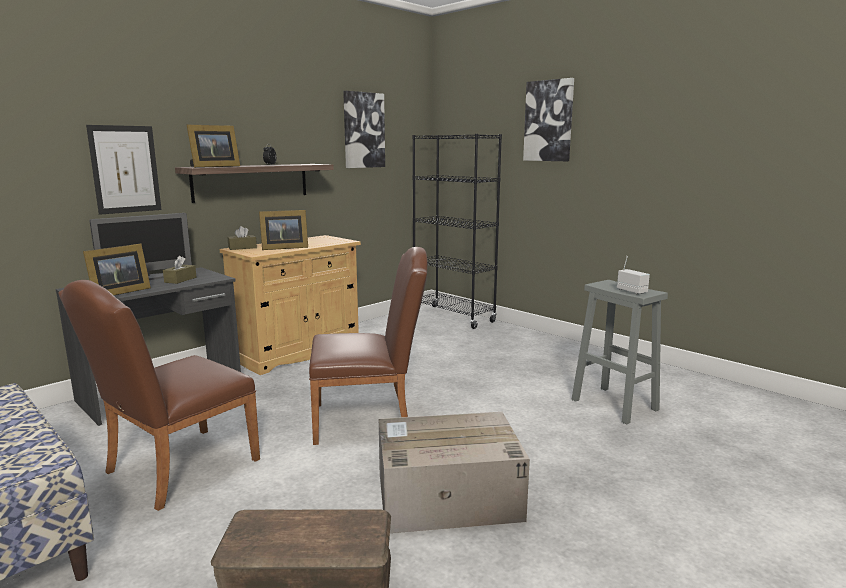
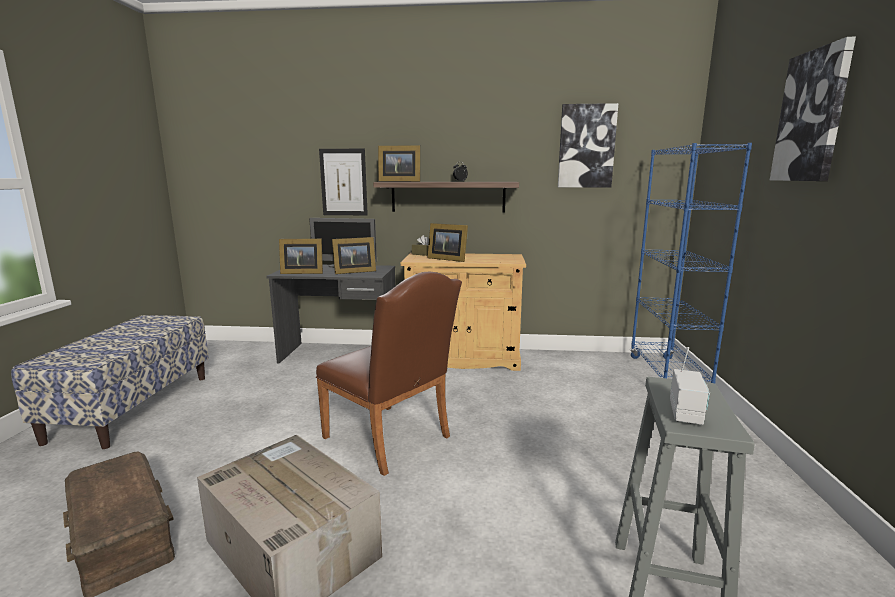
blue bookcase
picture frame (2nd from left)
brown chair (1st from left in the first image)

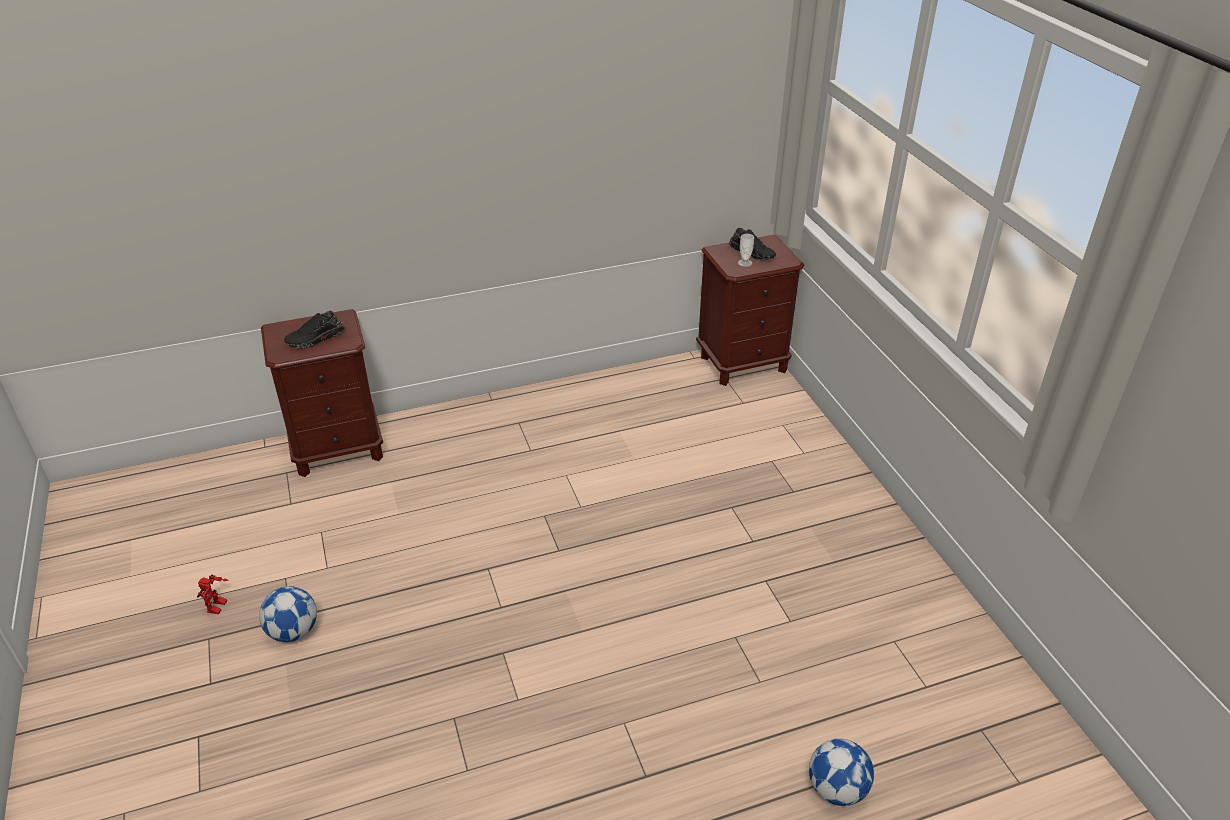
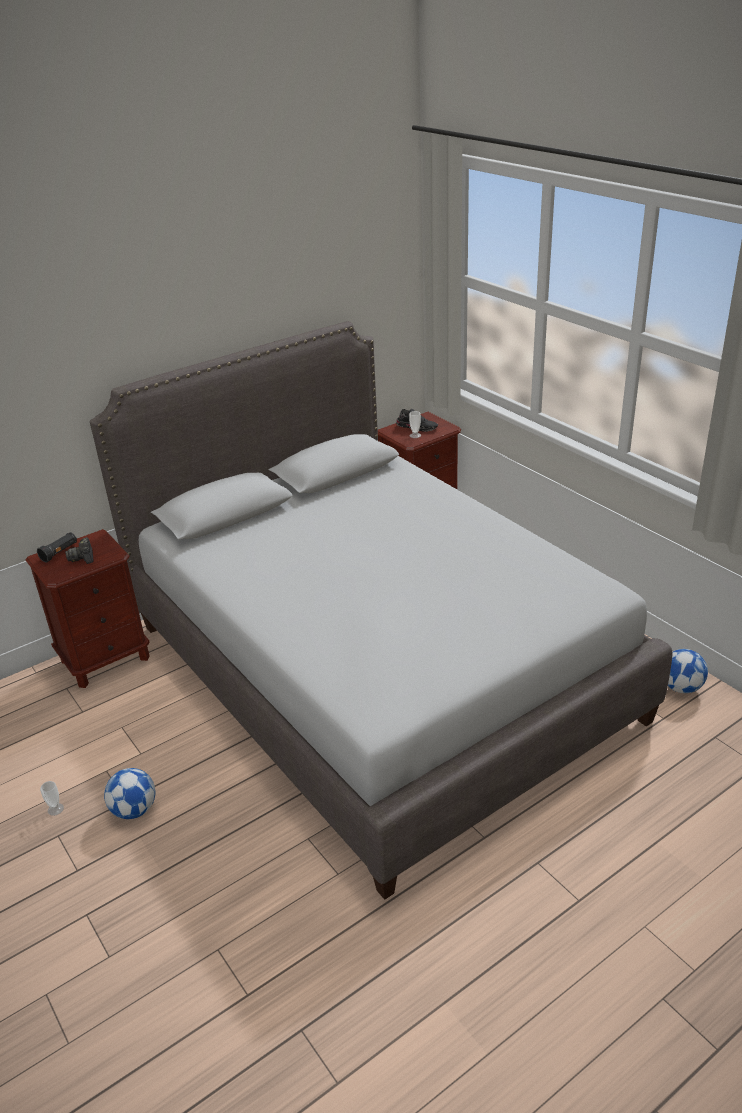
photo camera
cup (1st from left)
football (2nd from left)
grey bed
black flashlight

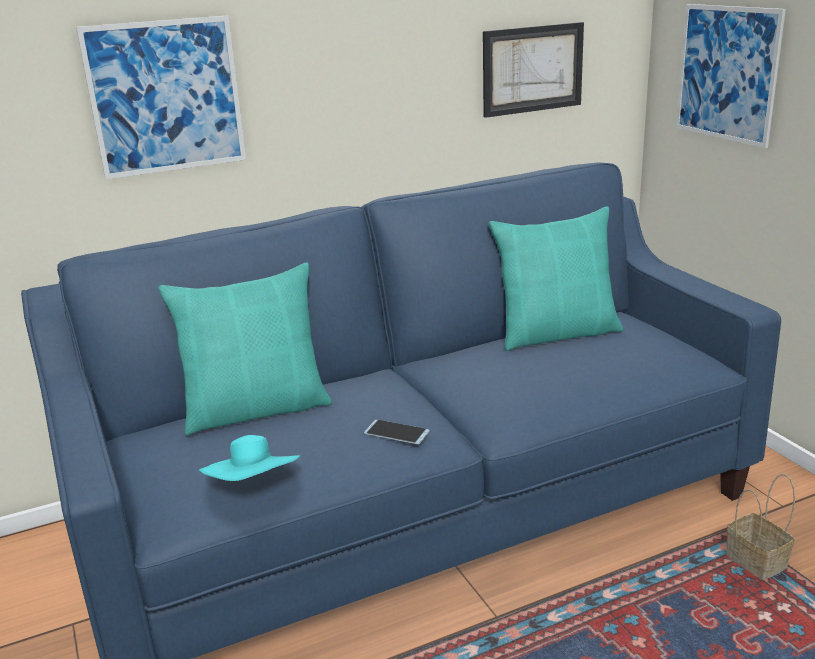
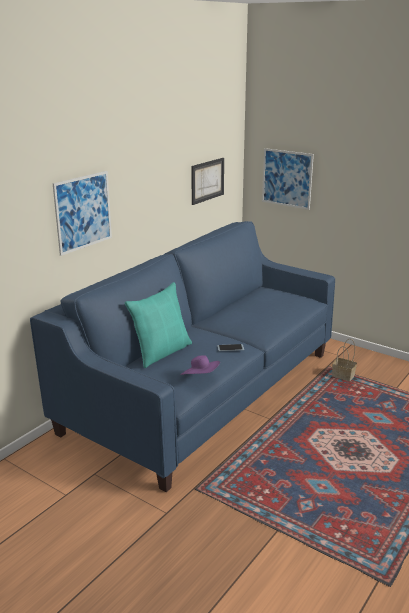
turquoise pillow (2nd from left in the first image)
purple hat

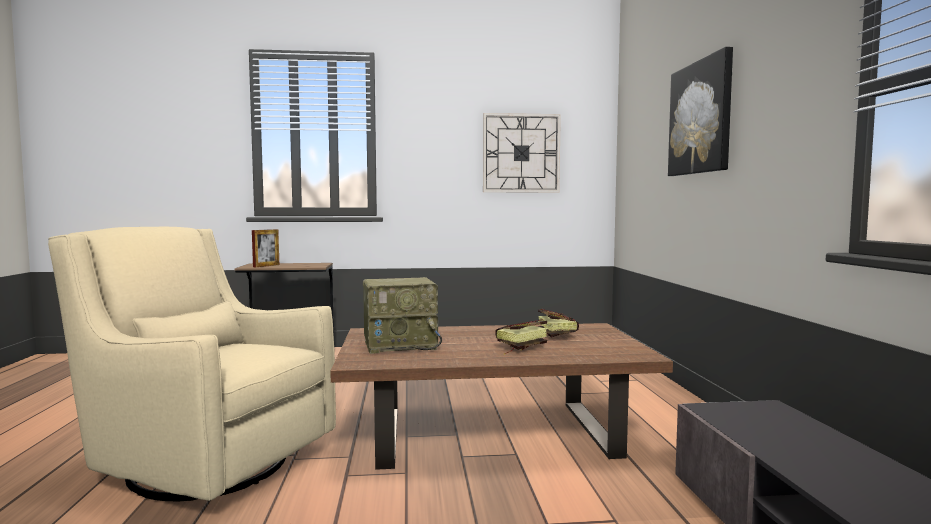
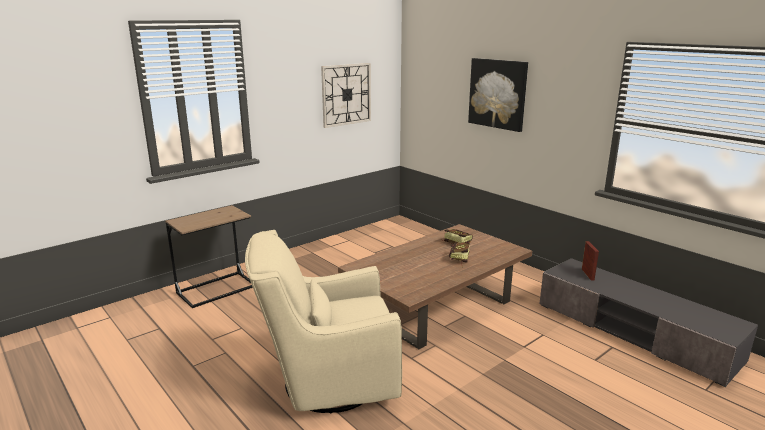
picture frame
radio

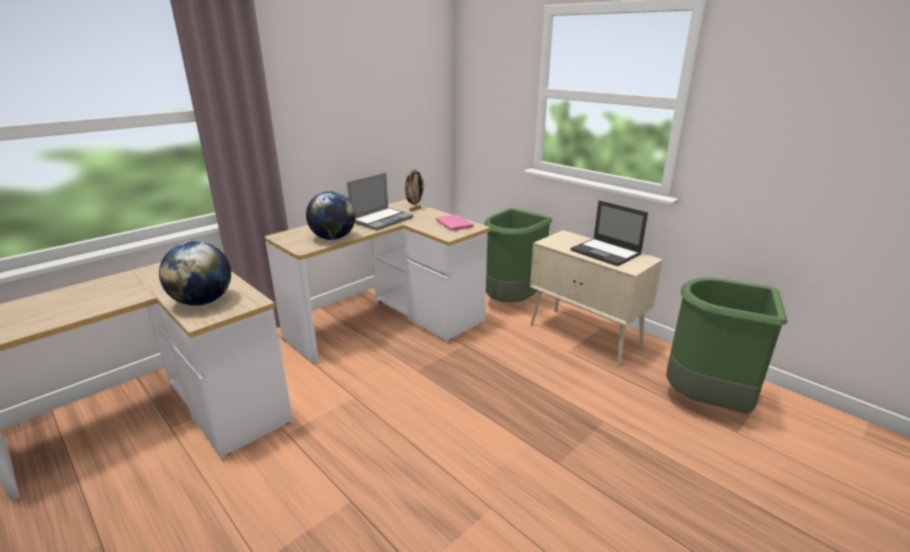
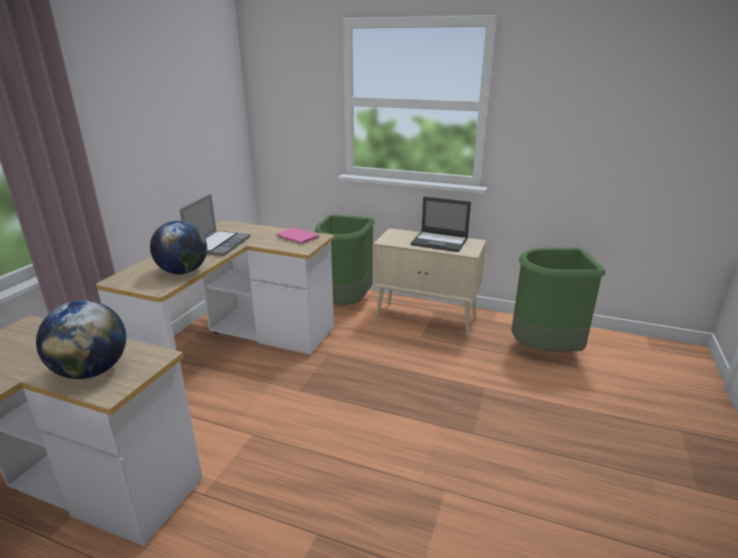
picture frame

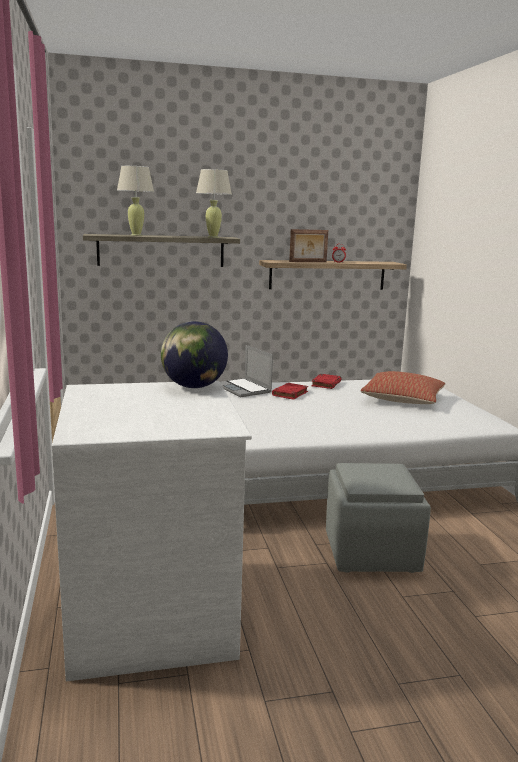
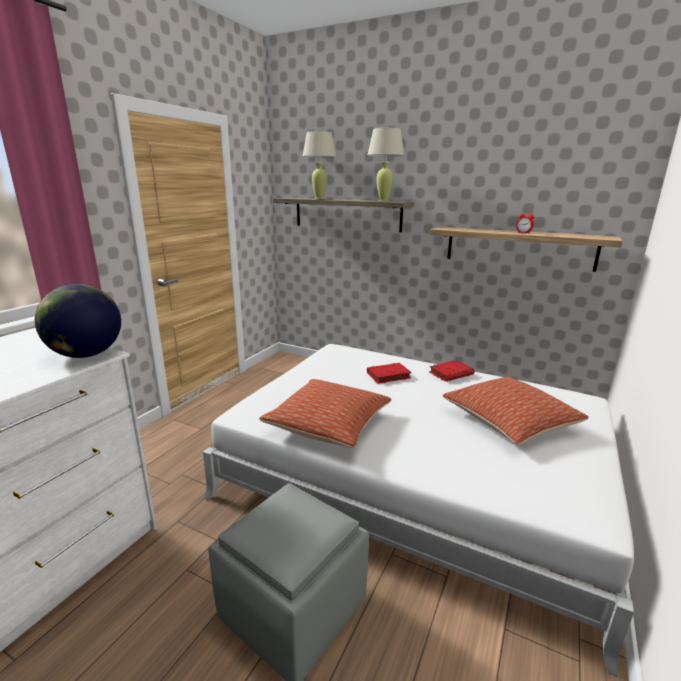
picture frame
laptop
pillow (1st from left)

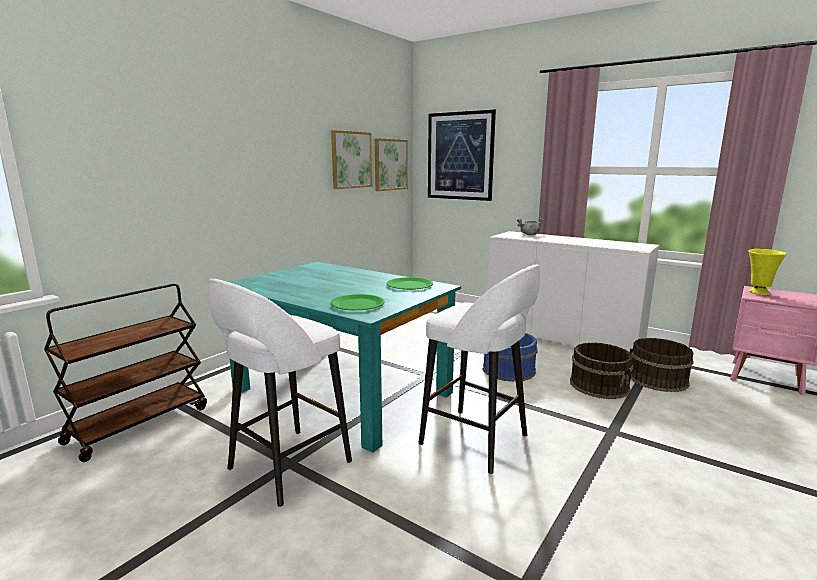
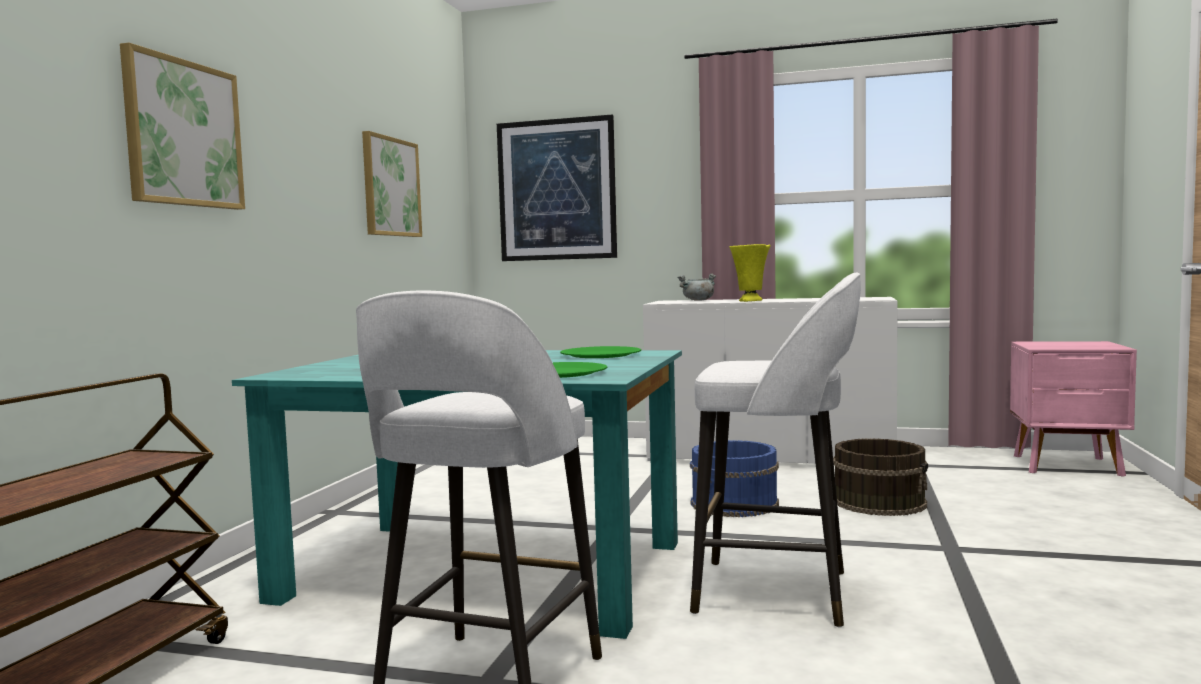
picture (1st from left)
yellow vase
brown bucket (2nd from left in the first image)

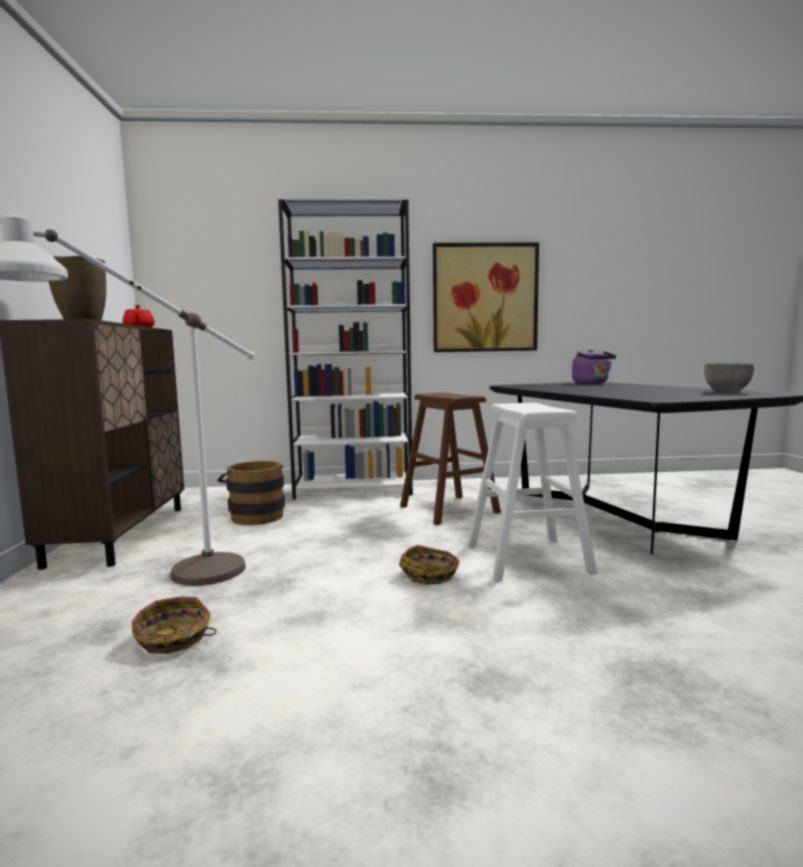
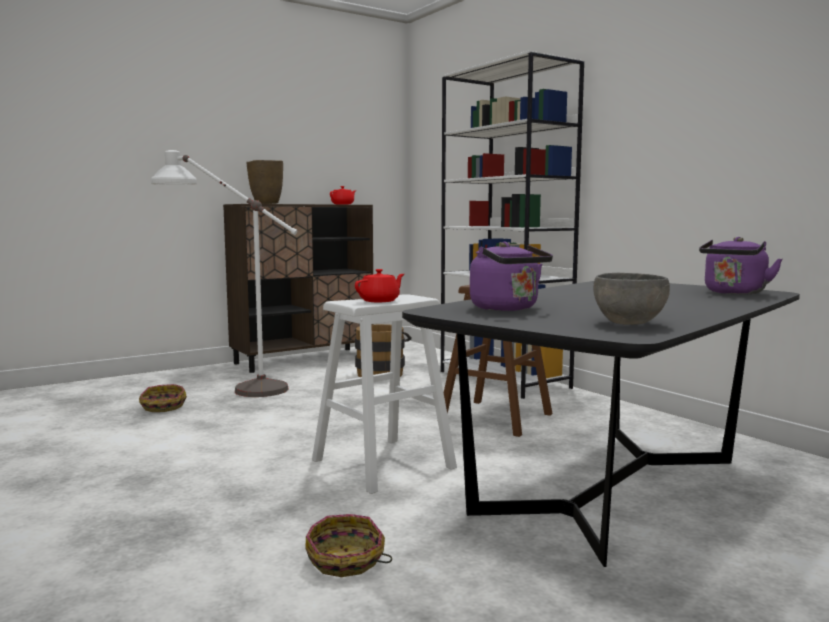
picture
basket (2nd from left)
purple kettle (1st from left)
red teapot (2nd from left)

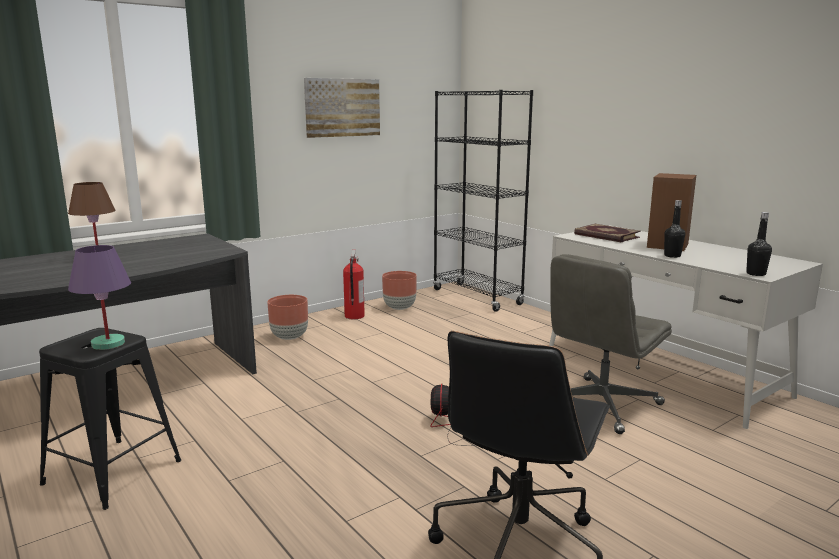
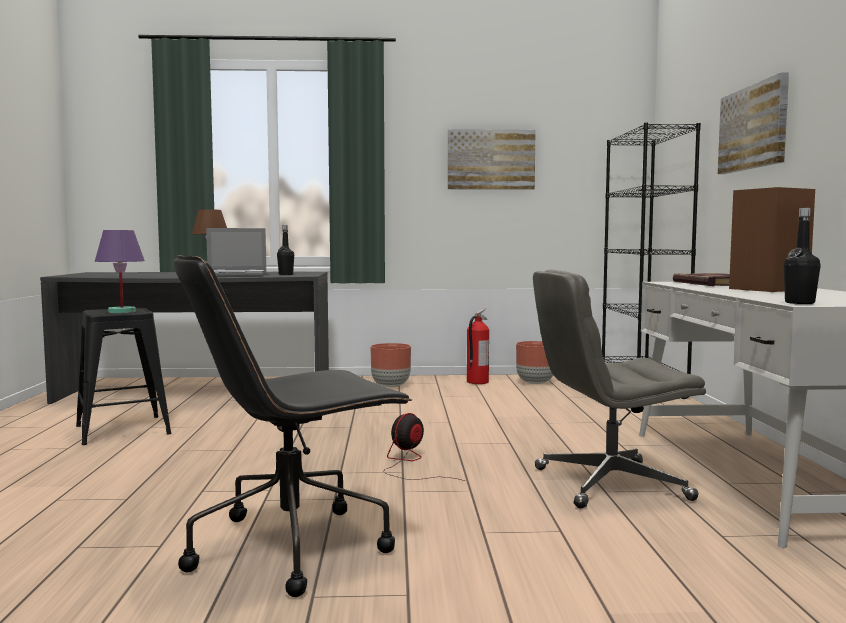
black bottle (1st from left)
picture (2nd from left)
laptop

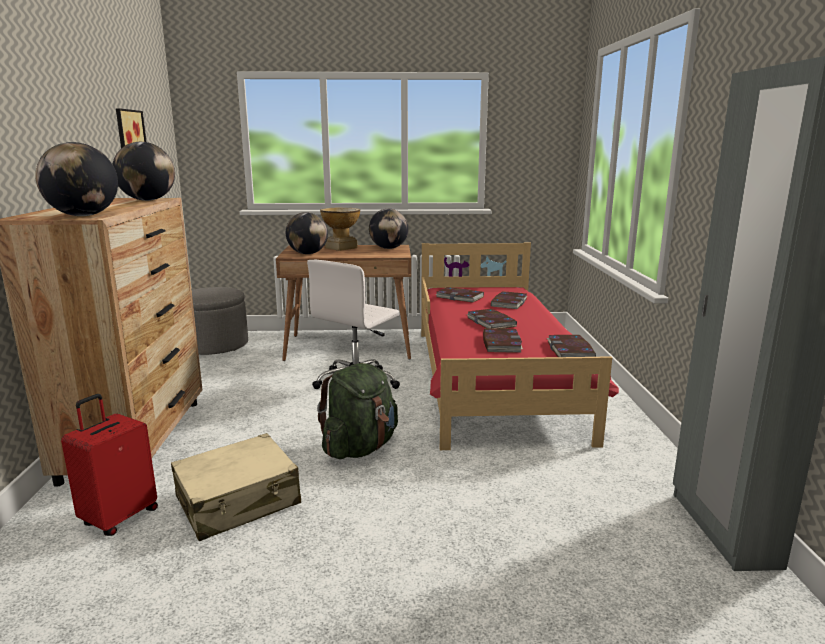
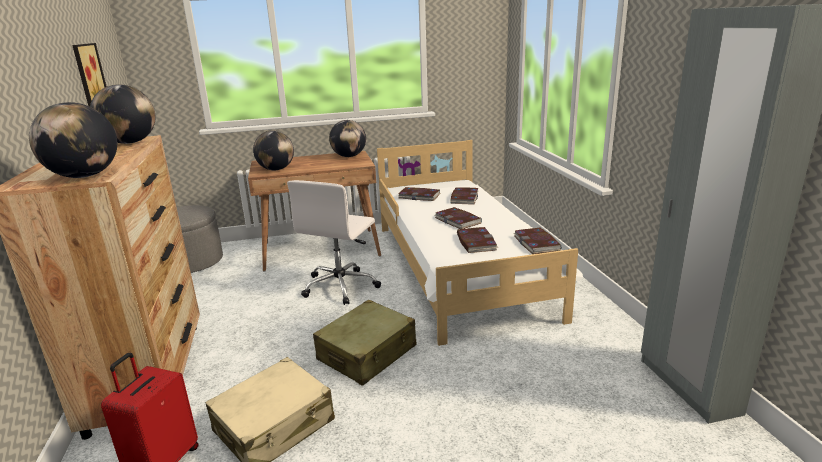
vase
white bed
beige suitcase (2nd from left)

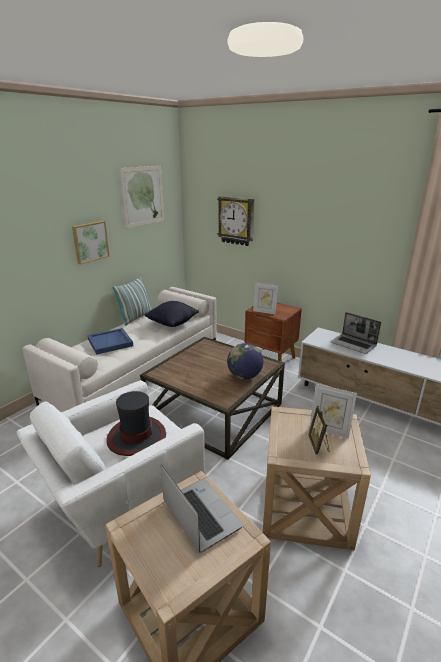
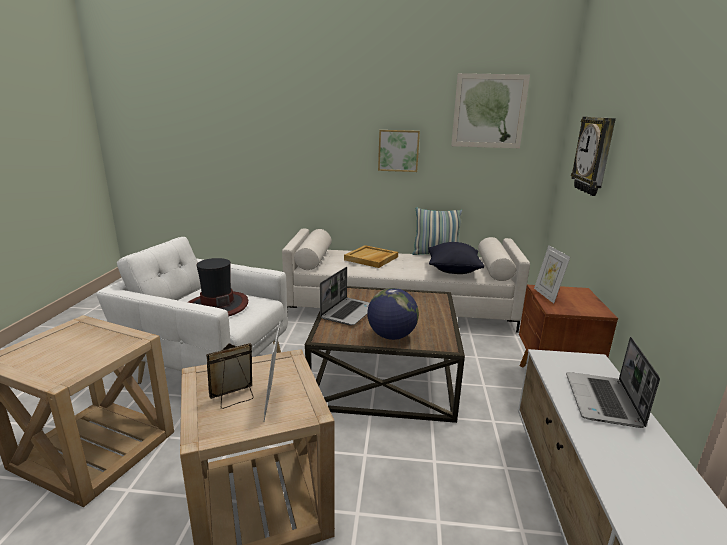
beige tray
laptop (1st from left)

